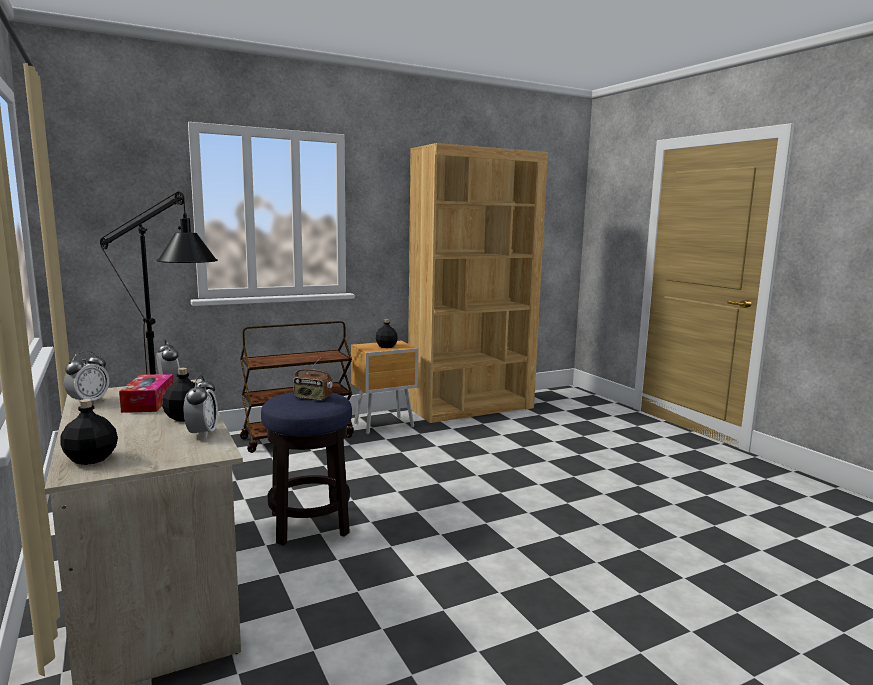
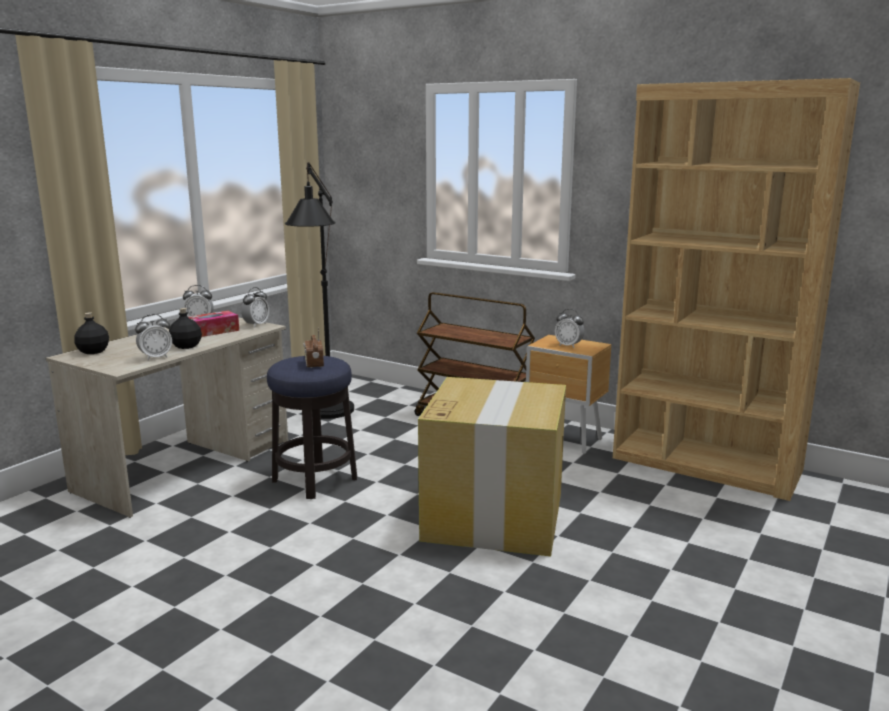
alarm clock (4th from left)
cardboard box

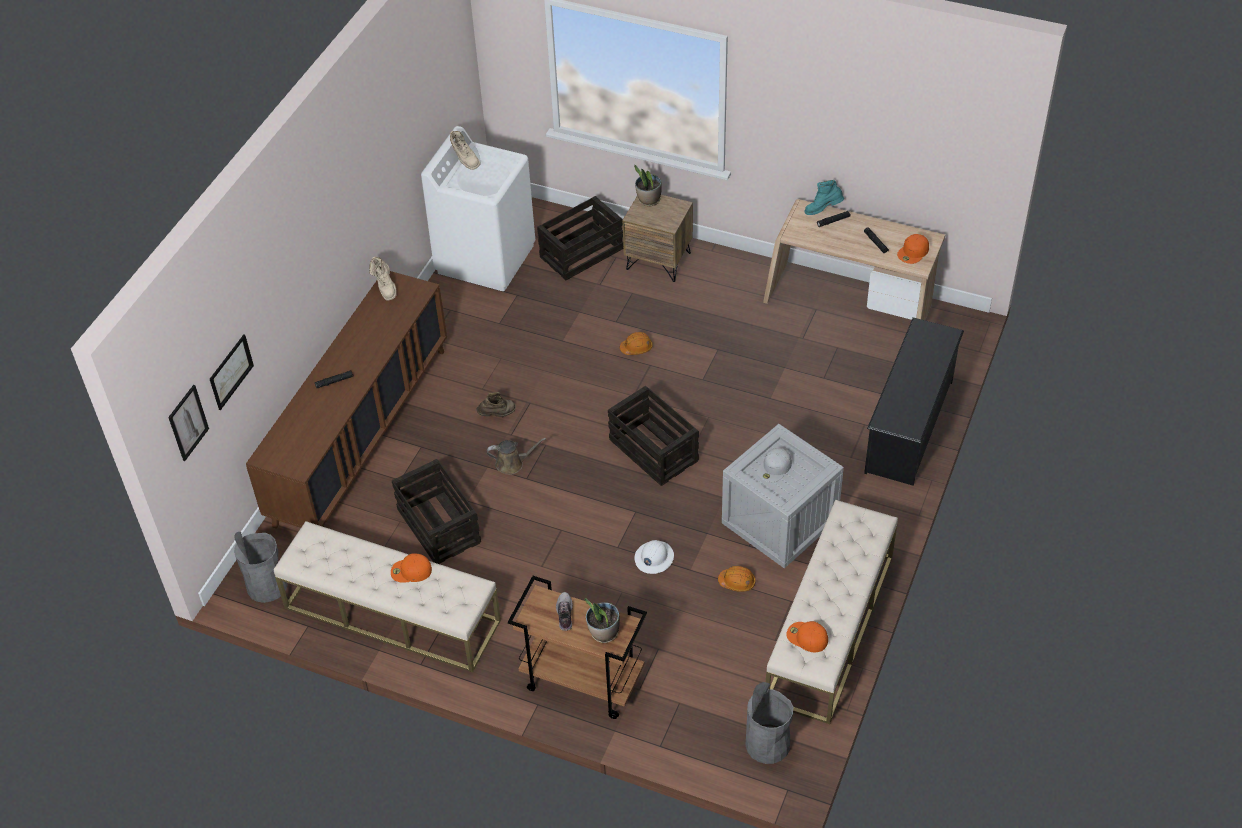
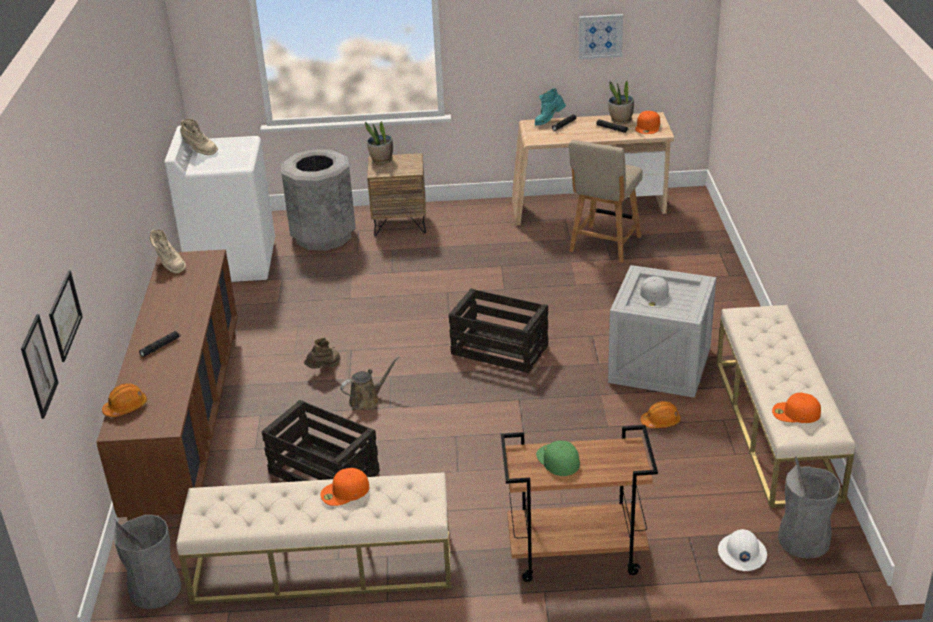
grey trash can (2nd from left)
black shoe rack
orange hard hat (1st from left)
white hard hat
green cap
potted plant (2nd from left)
picture (3rd from left)
beige chair

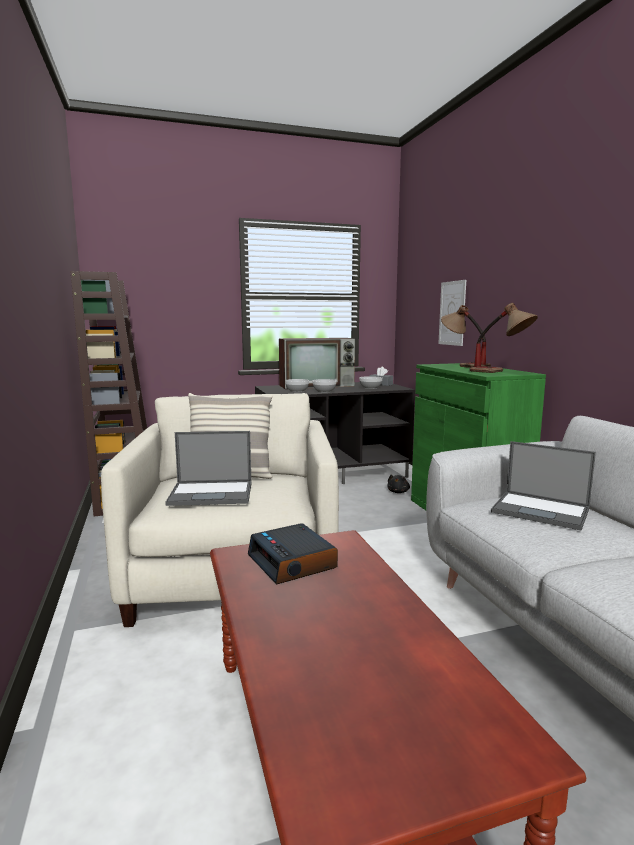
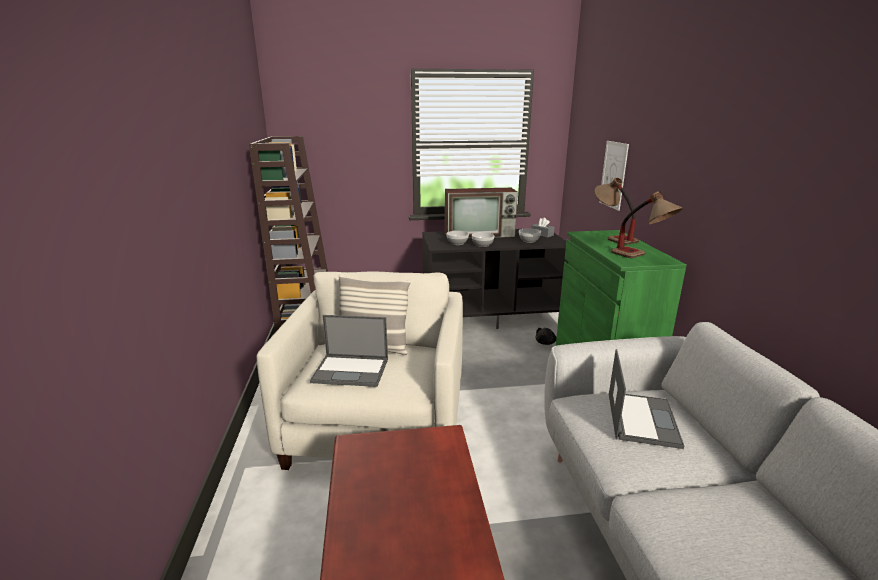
laptop (2nd from left)
alarm clock

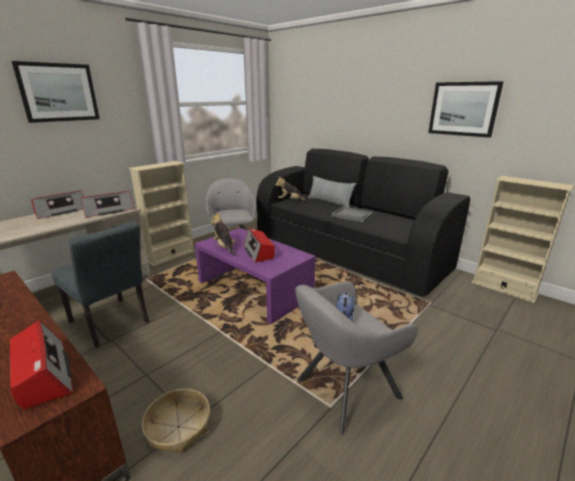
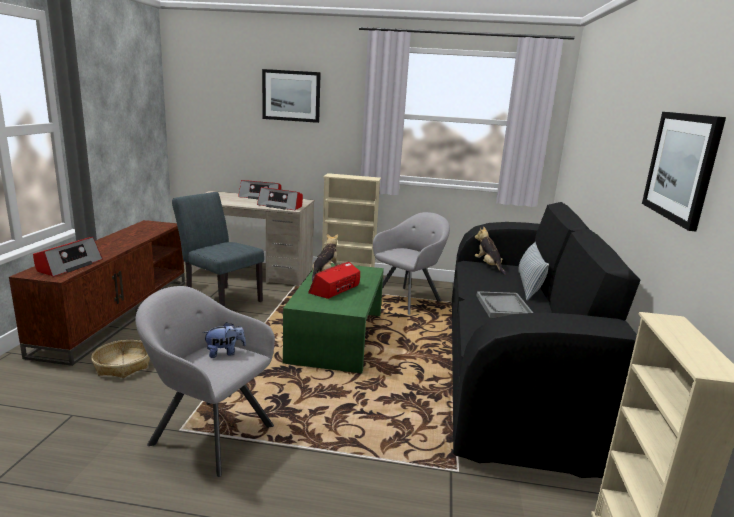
grey chair
green coffee table

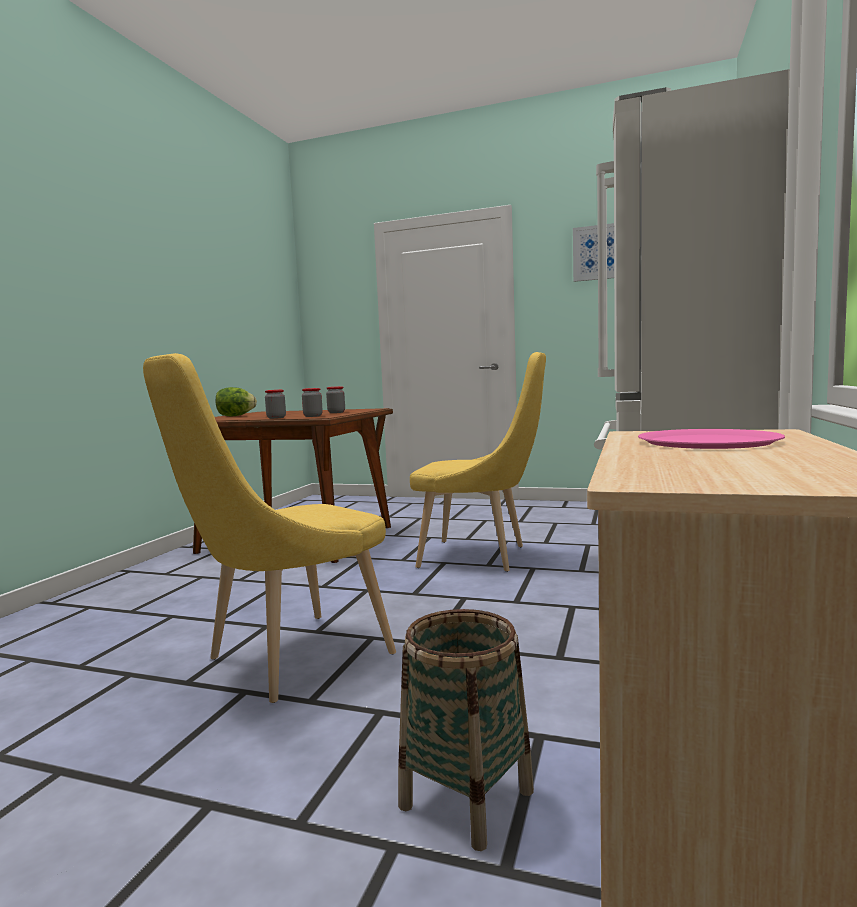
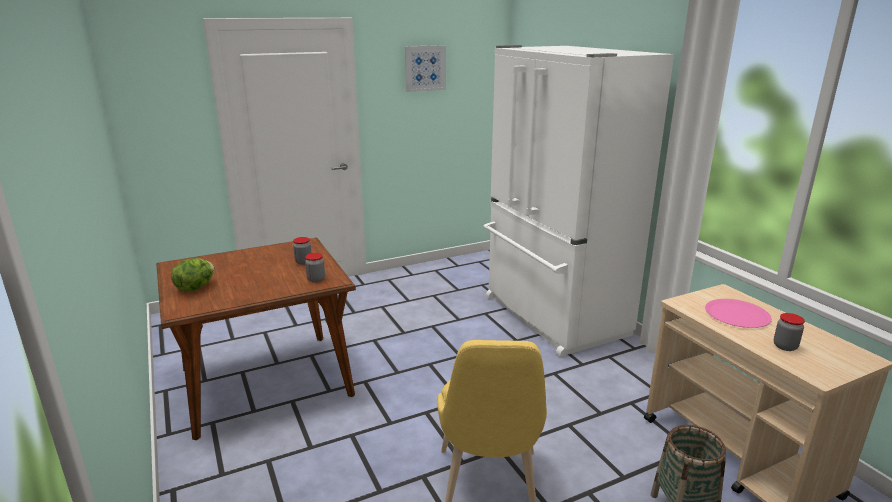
yellow chair (2nd from left in the first image)
jar (3rd from left)

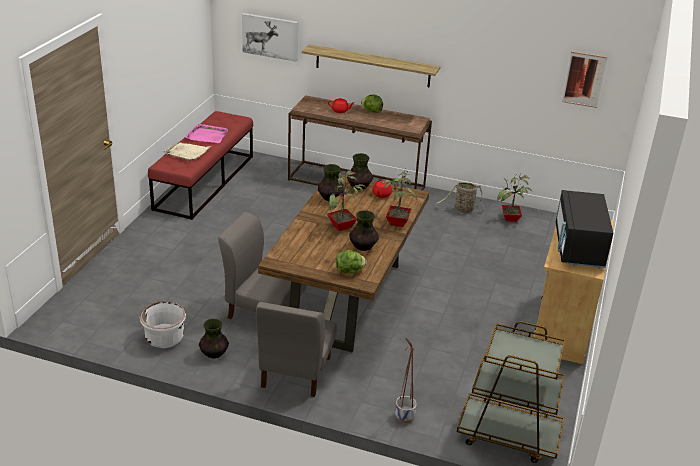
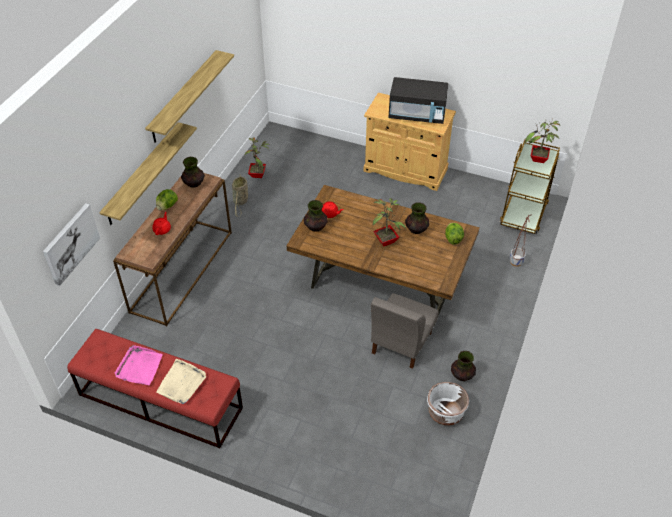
picture (2nd from left in the first image)
vase (1st from left)
potted plant (3rd from left)
grey chair (2nd from left in the first image)
shelf (2nd from left)

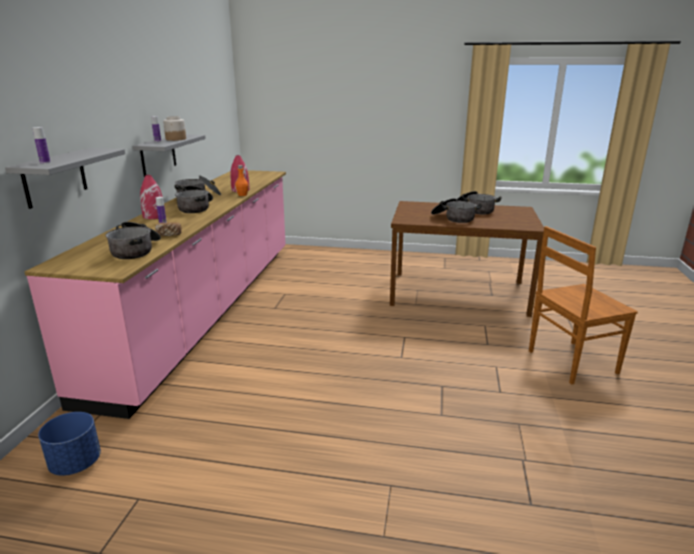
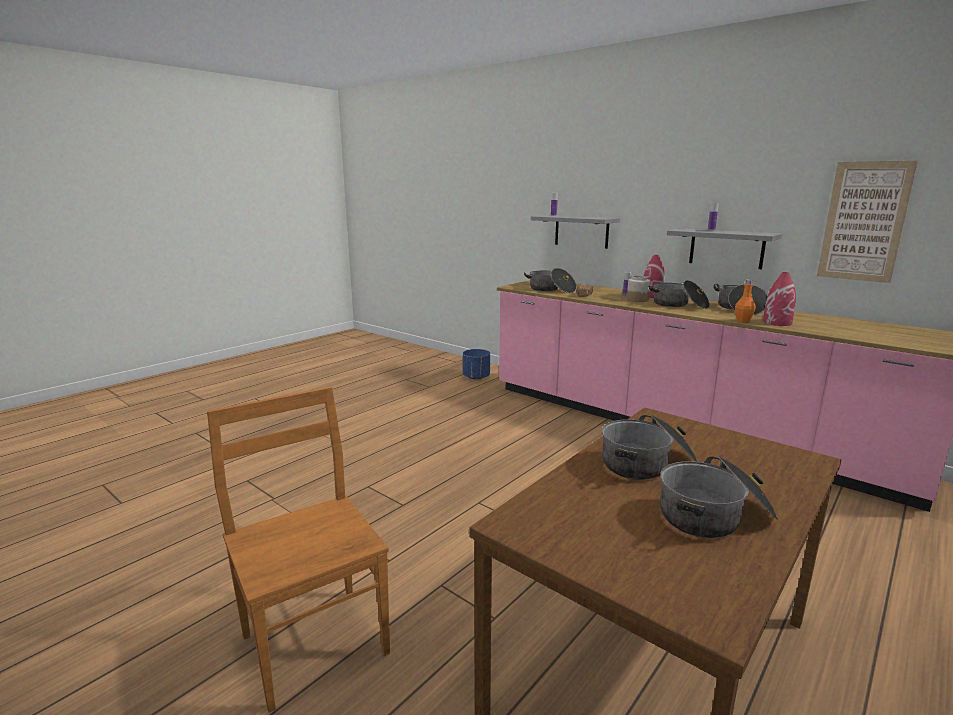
jar
brown chair
picture

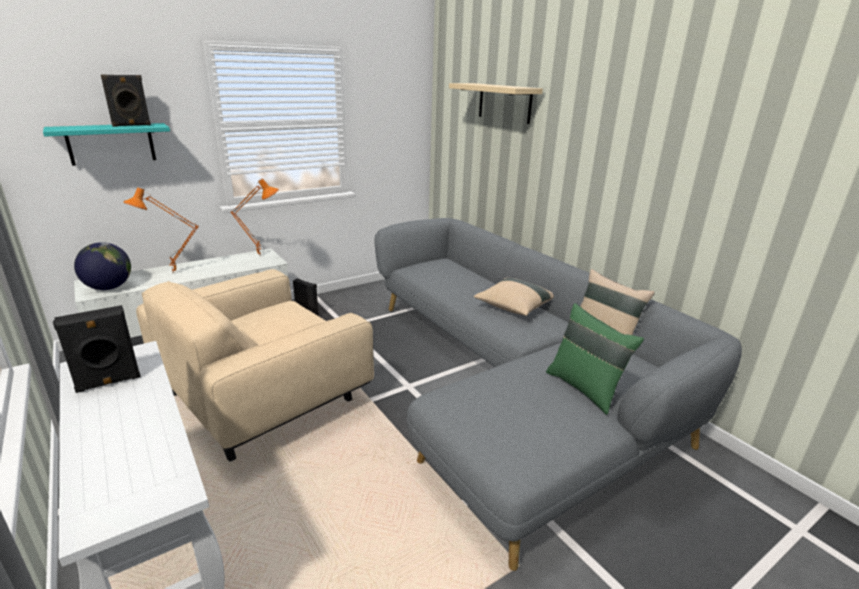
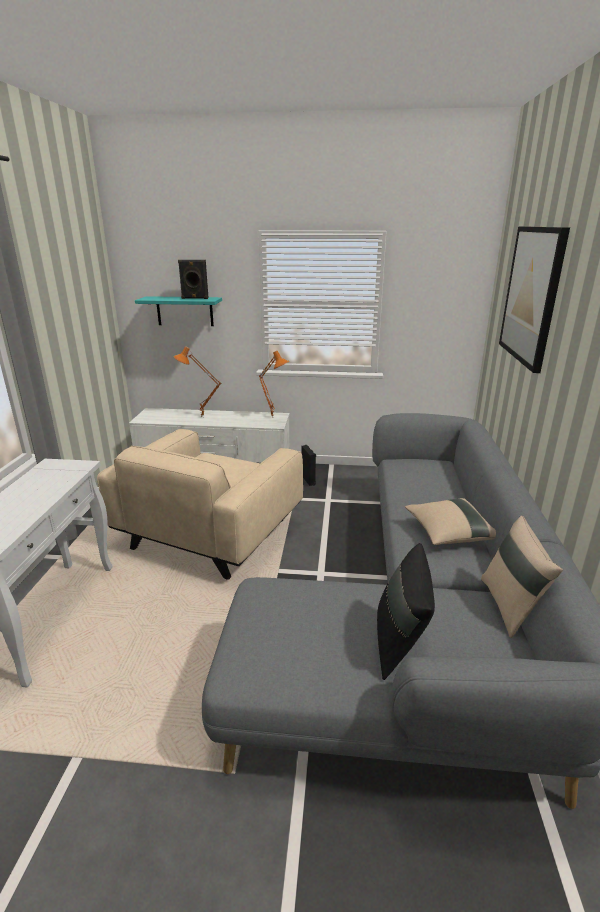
picture
globe
beige armchair
black pillow
black speaker (1st from left in the first image)

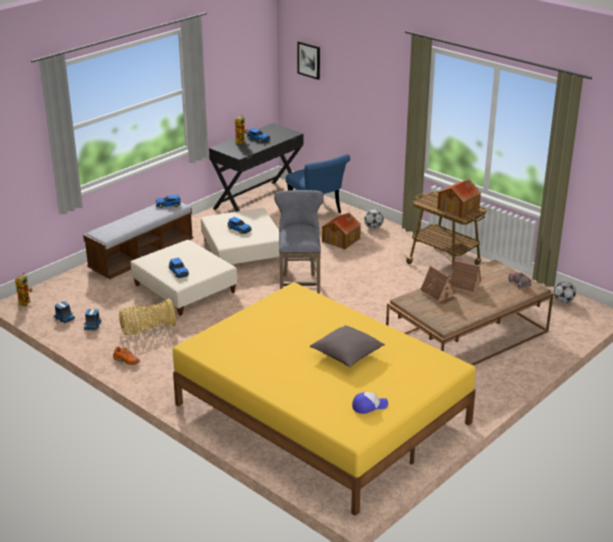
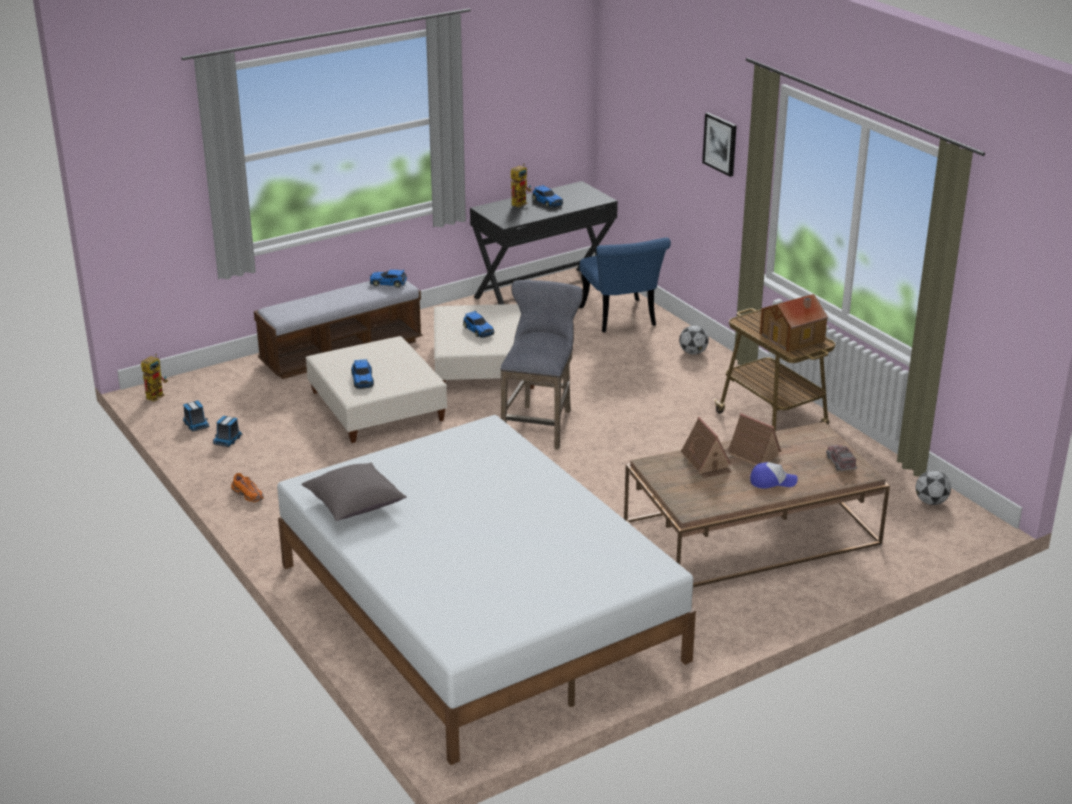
picture
toy house (1st from left in the first image)
white bed
basket
grey pillow
cap

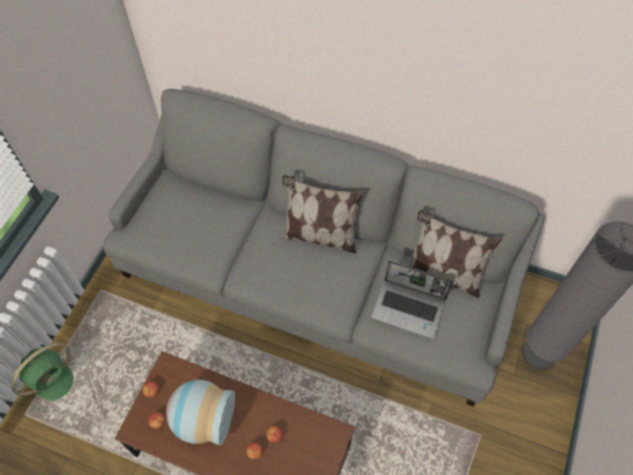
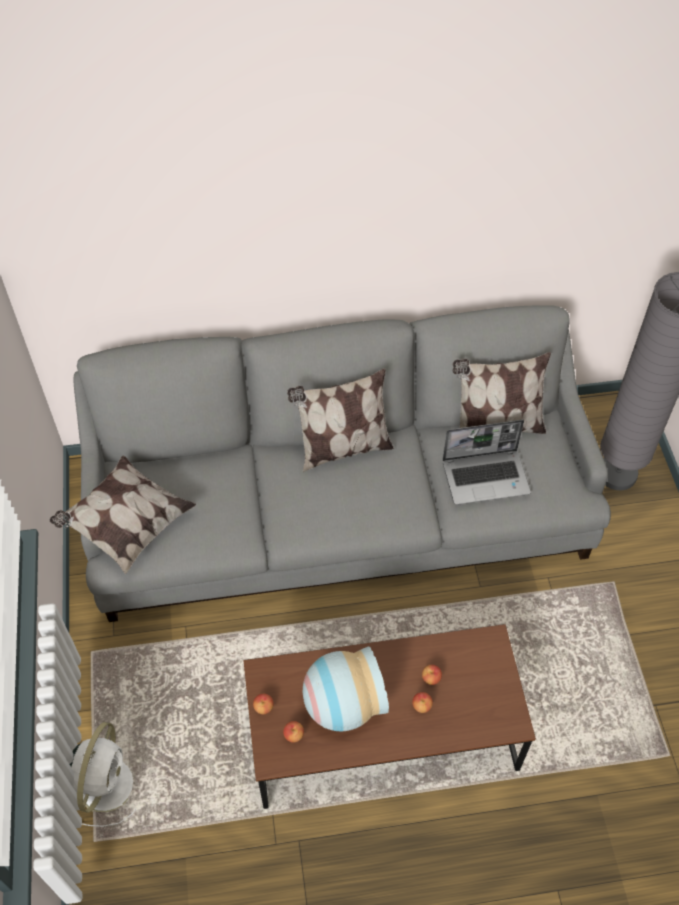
white fan
pillow (1st from left)

